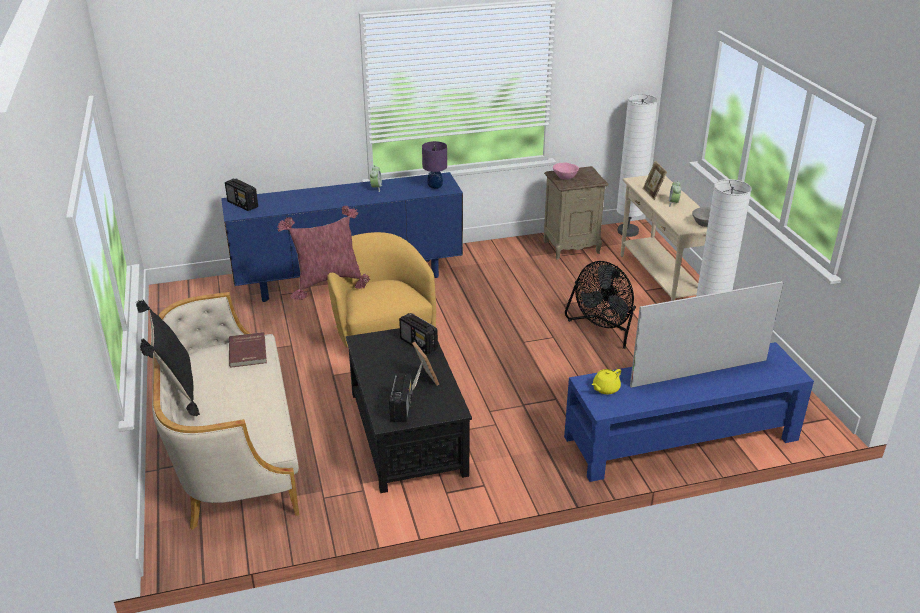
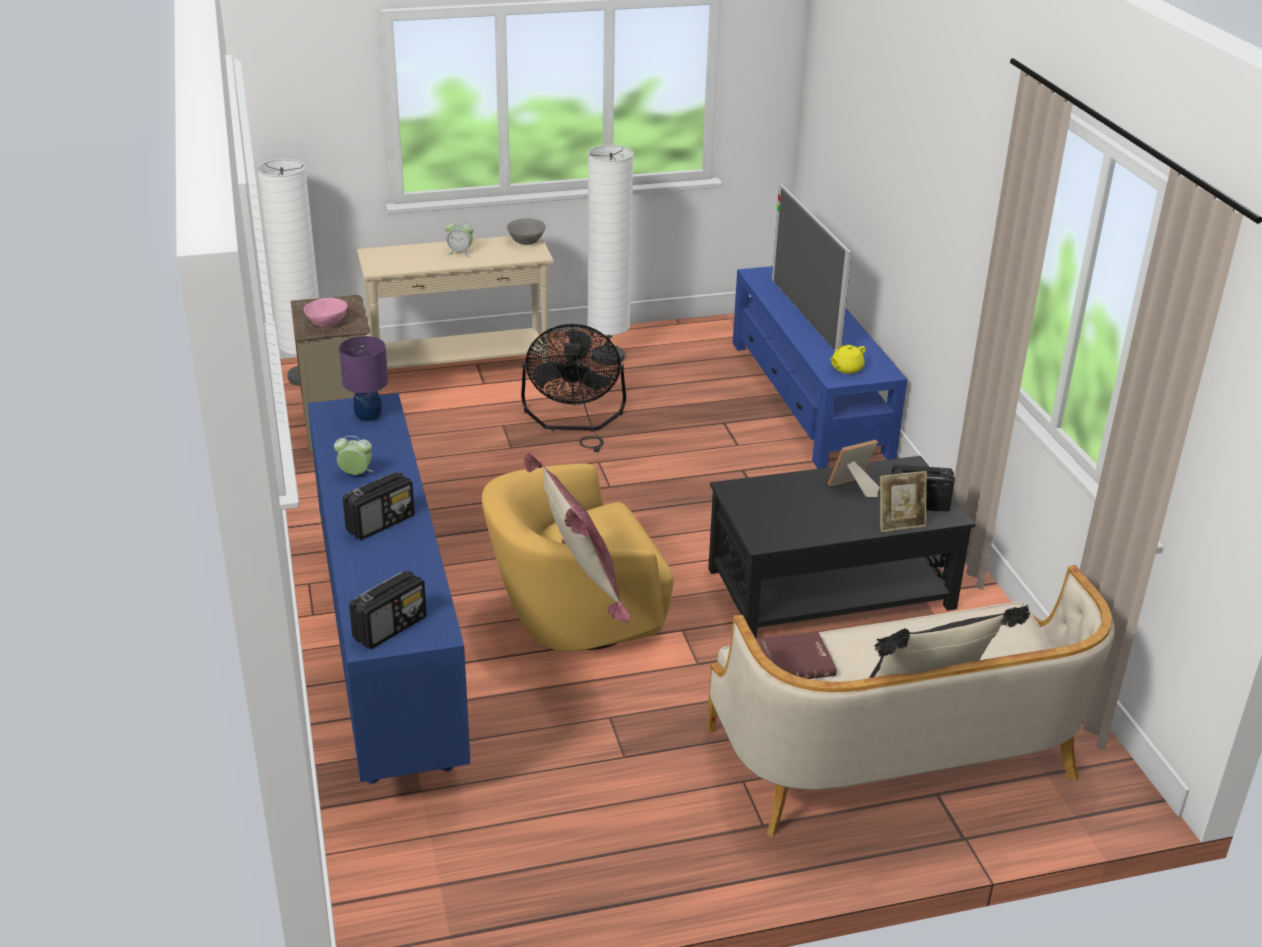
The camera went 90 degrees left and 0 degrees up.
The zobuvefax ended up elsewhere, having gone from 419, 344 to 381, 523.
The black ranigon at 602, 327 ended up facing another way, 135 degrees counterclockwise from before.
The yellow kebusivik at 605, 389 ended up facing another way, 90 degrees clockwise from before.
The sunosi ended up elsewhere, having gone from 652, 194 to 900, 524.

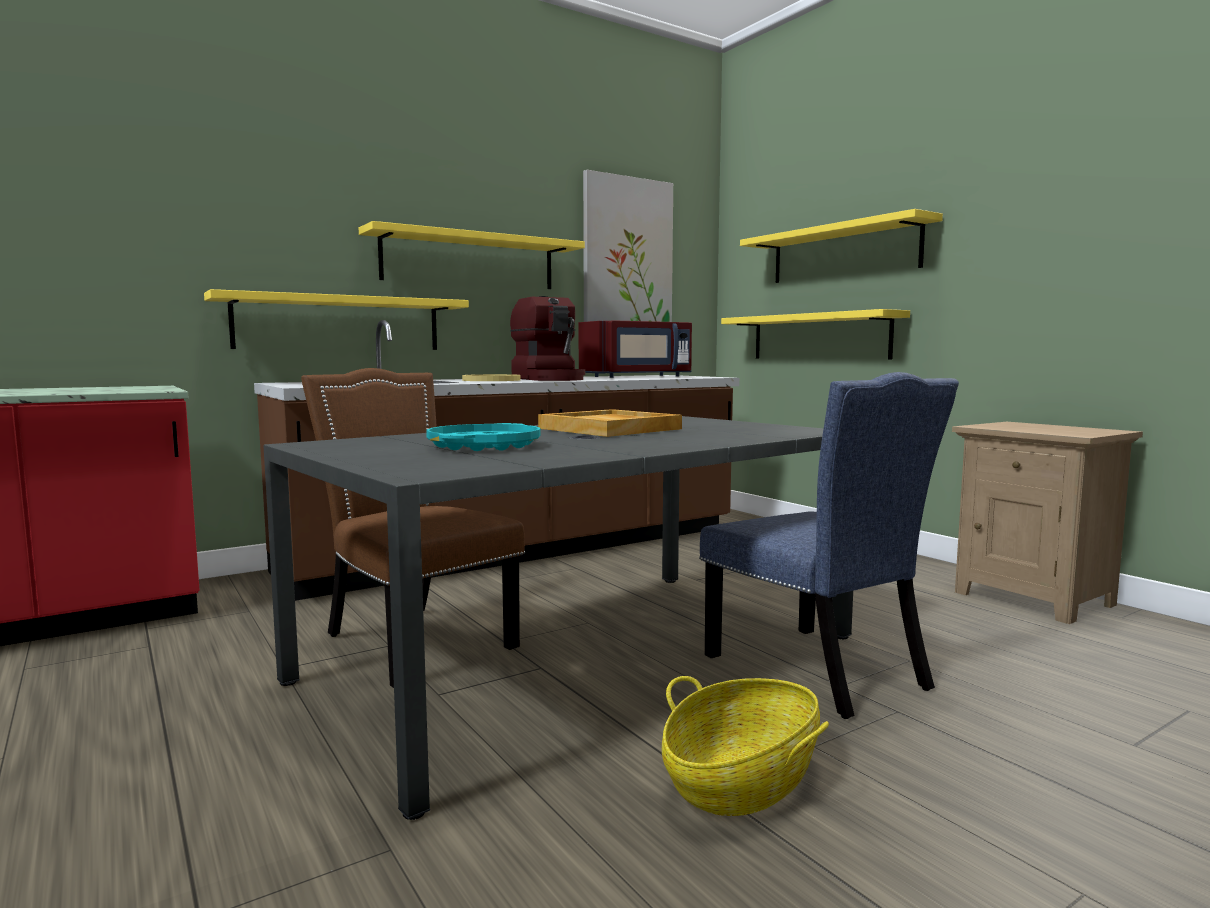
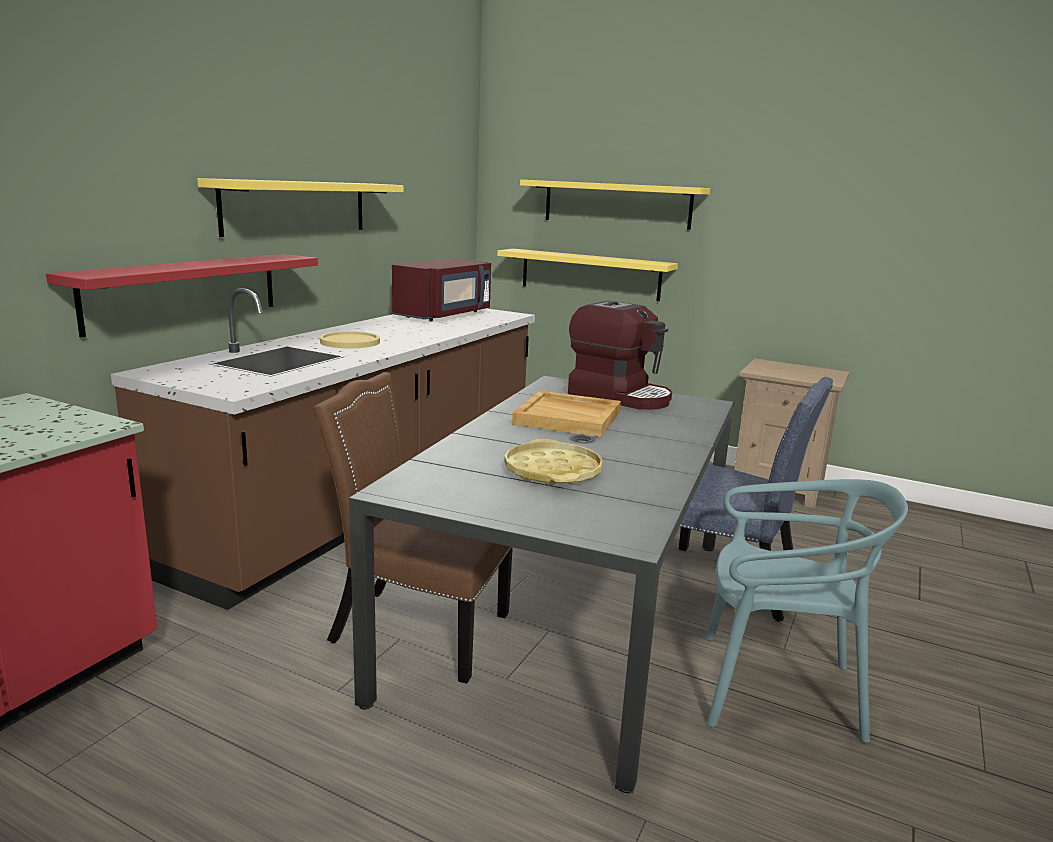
The camera went 30 degrees left and 10 degrees up.
What was the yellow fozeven at 339, 323 turned into the red fozeven at 185, 291.
What was the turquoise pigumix at 484, 446 turned into the yellow pigumix at 553, 472.
The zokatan ended up elsewhere, having gone from 549, 379 to 620, 396.
Where the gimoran stood at 741, 781, the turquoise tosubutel came to stand at 776, 689.
The second view lost the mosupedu at 627, 258.

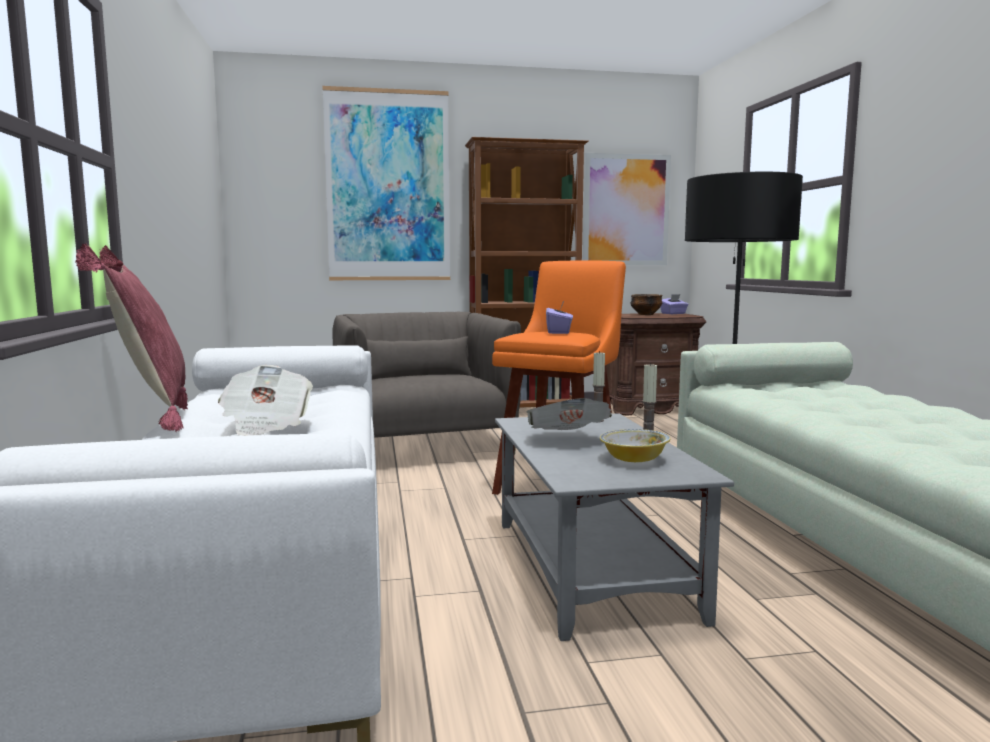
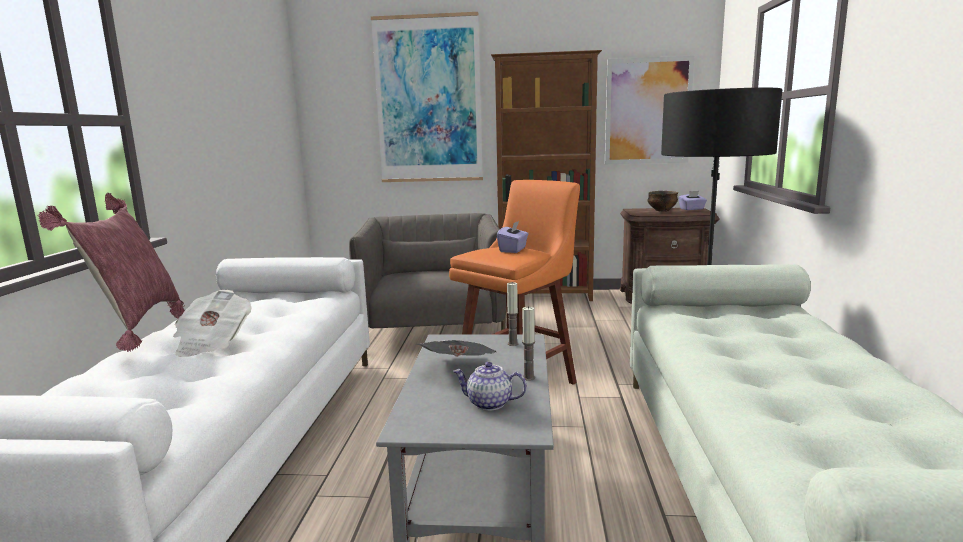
The camera went 15 degrees right and 5 degrees up.
Where the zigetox stood at 634, 460, the kebusivik came to stand at 489, 403.

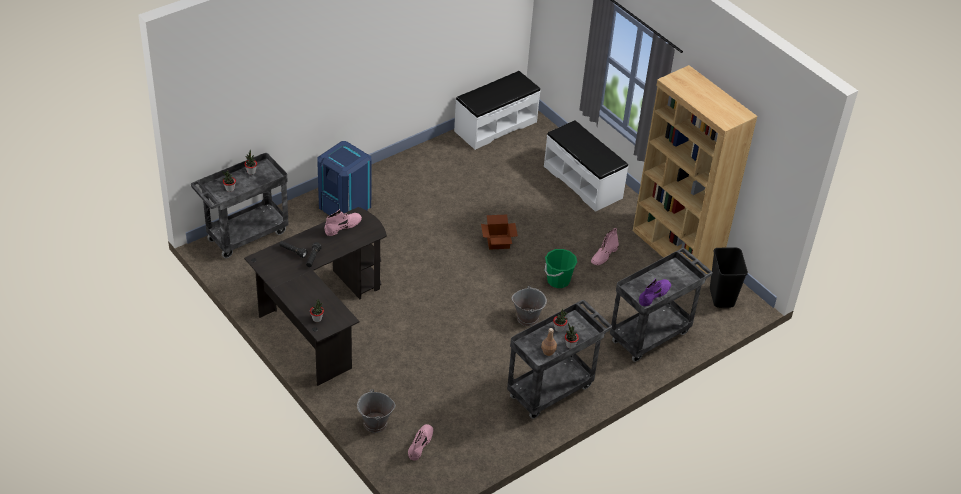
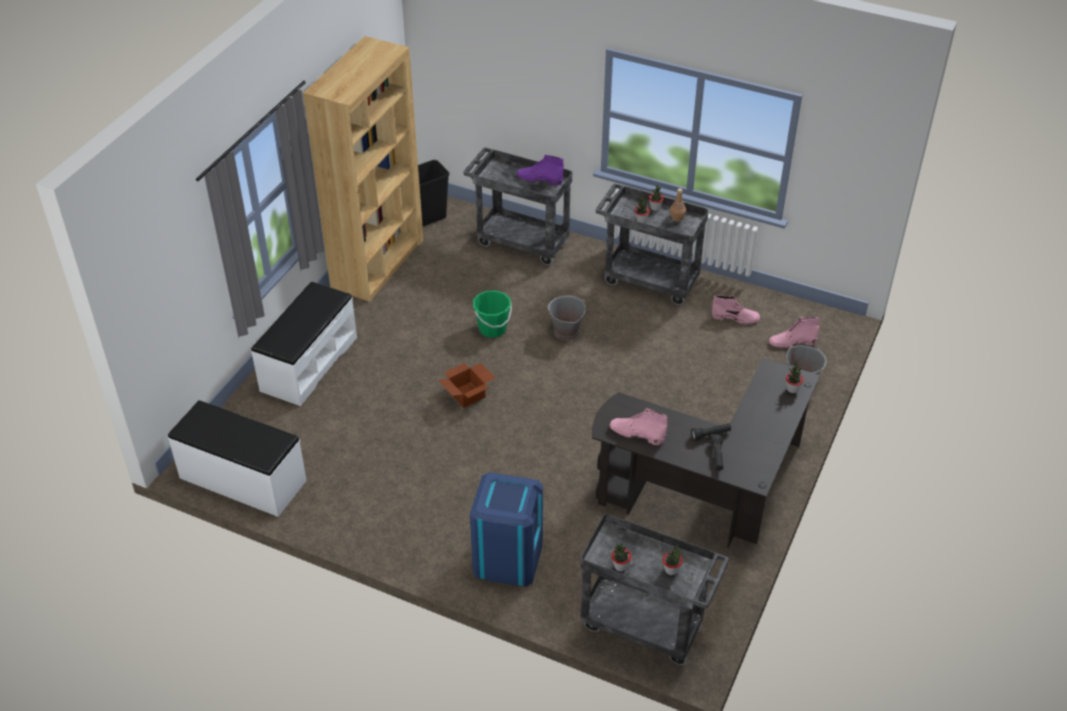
The camera went 115 degrees left and 0 degrees up.
The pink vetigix ended up elsewhere, having gone from 604, 255 to 735, 318.

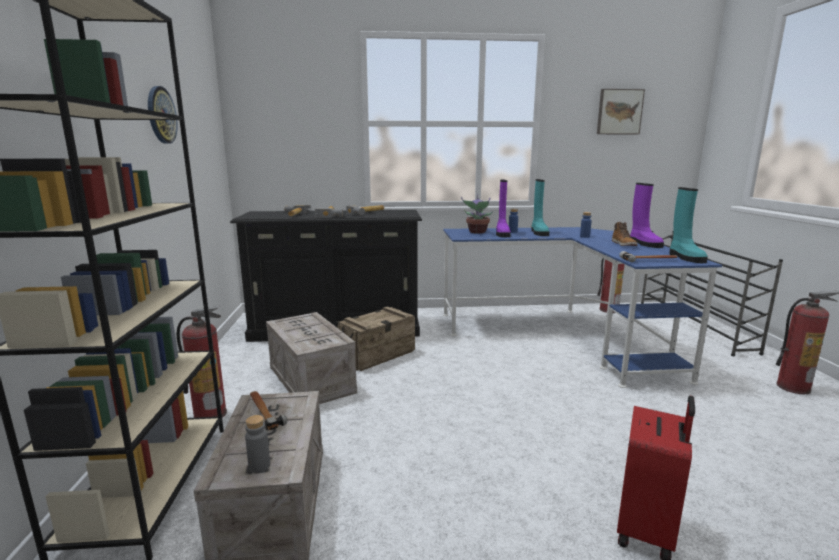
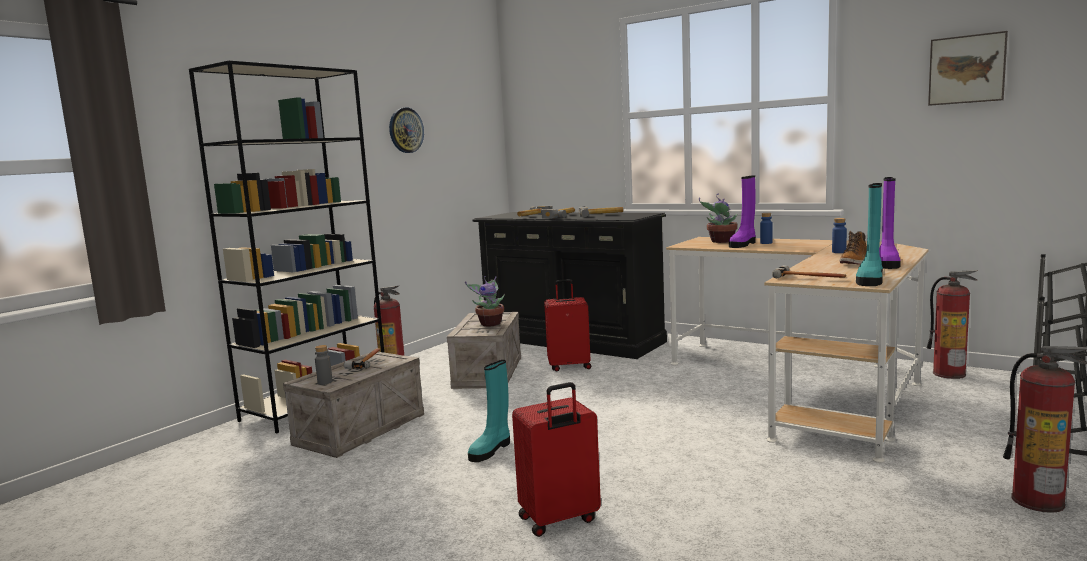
The camera went 40 degrees right and 5 degrees down.
The second view gained the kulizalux at 490, 323.
The turquoise vetigix ended up elsewhere, having gone from 538, 233 to 491, 450.
Where the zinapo stood at 377, 355, the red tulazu came to stand at 569, 366.
What was the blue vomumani at 561, 334 turned into the beige vomumani at 806, 385.

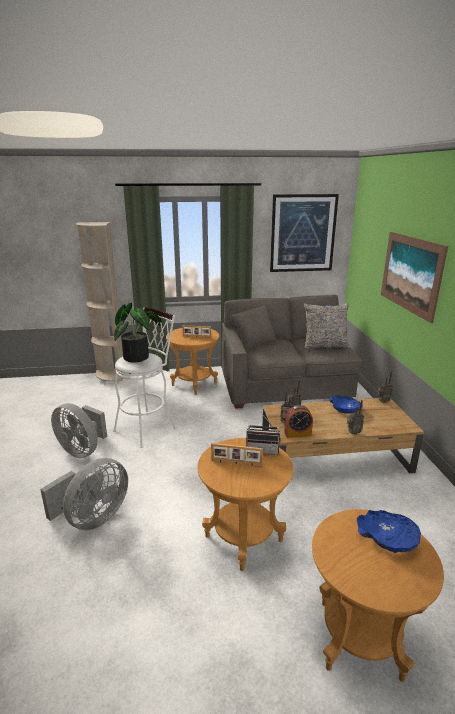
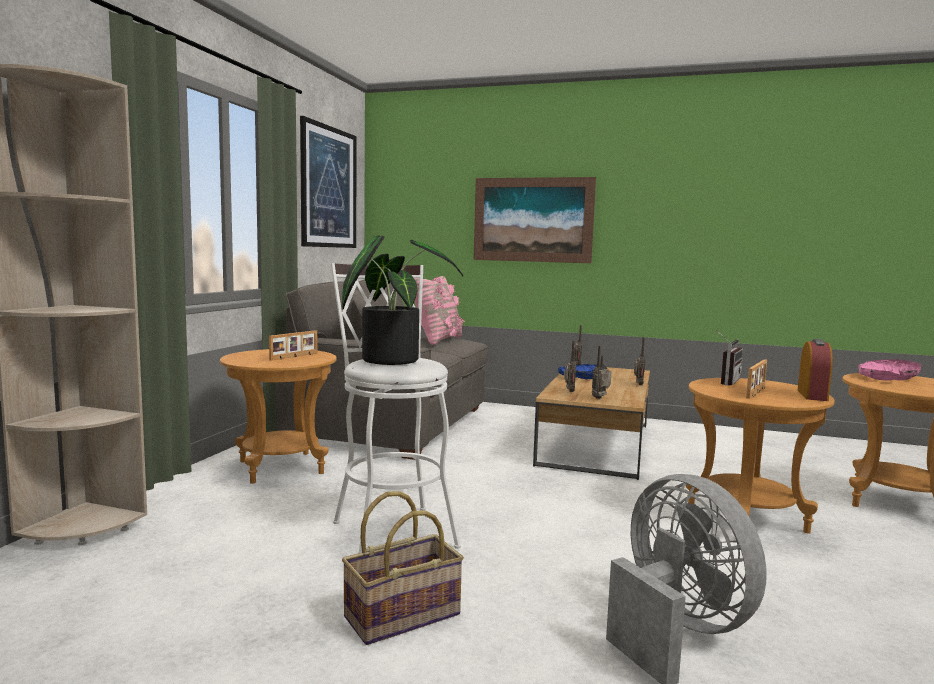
The camera went 65 degrees left and 15 degrees down.
Where the grey ranigon stood at 82, 450, the gimoran came to stand at 402, 614.
What was the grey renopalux at 324, 347 turned into the pink renopalux at 439, 340.
The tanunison ended up elsewhere, having gone from 297, 434 to 812, 395.
What was the blue zigetox at 387, 538 turned into the pink zigetox at 887, 379.

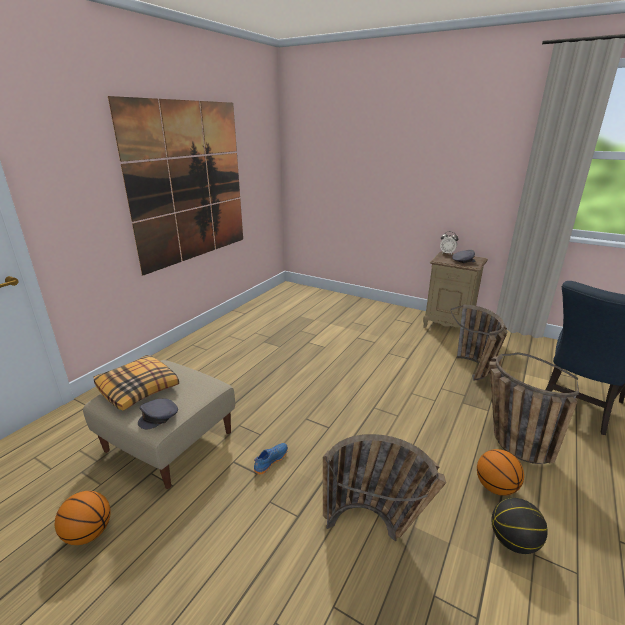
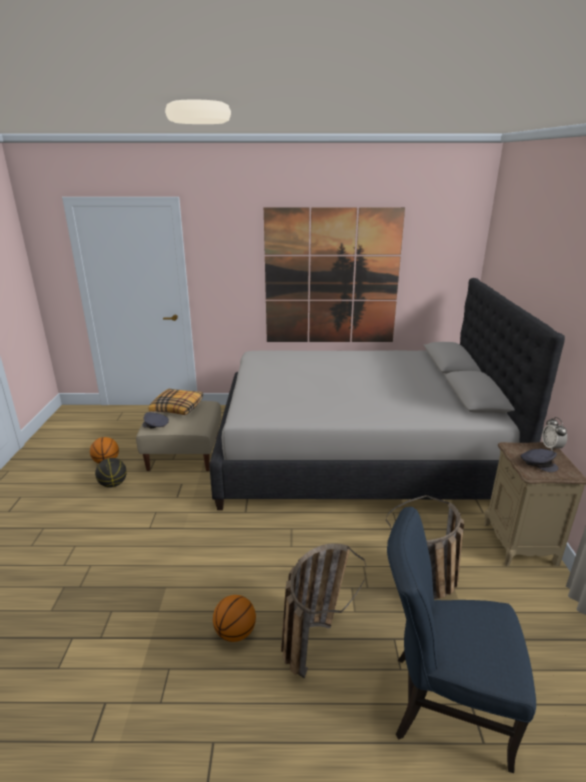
The camera went 60 degrees right and 0 degrees up.
The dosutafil ended up elsewhere, having gone from 513, 541 to 113, 484.
The second view gained the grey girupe at 357, 453.
The second view lost the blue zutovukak at 270, 461.
The second view lost the gimoran at 376, 527.

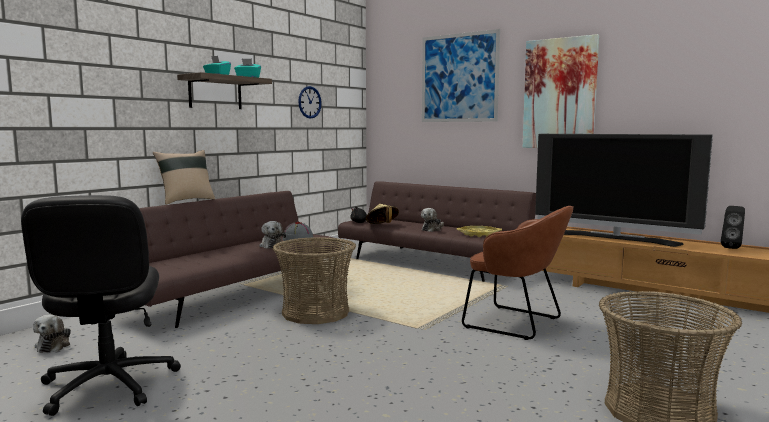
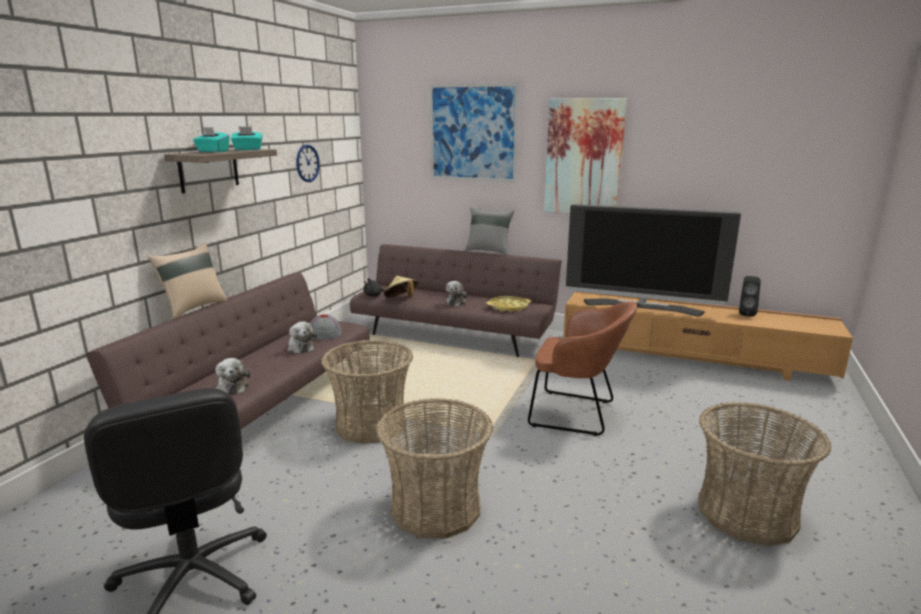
The camera went 15 degrees left and 10 degrees up.
The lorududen ended up elsewhere, having gone from 54, 345 to 232, 387.
The second view gained the gimoran at 435, 507.
The second view gained the grey renopalux at 488, 251.

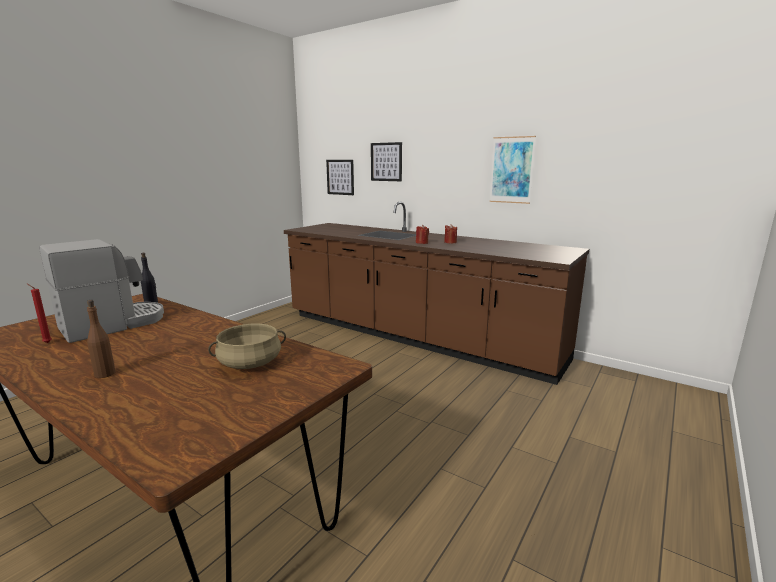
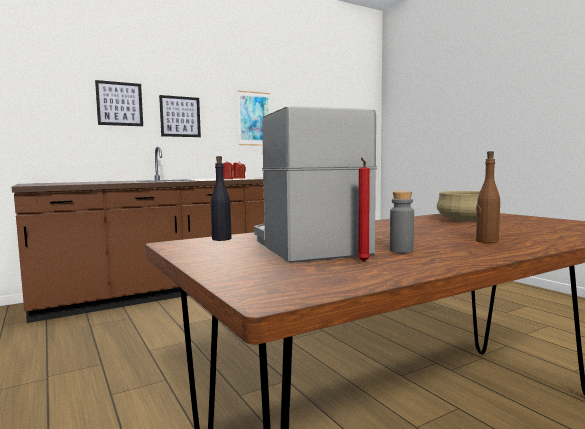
The camera went 65 degrees left and 10 degrees down.
The mosupedu ended up elsewhere, having gone from 340, 177 to 180, 116.
The second view gained the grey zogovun at 401, 251.

